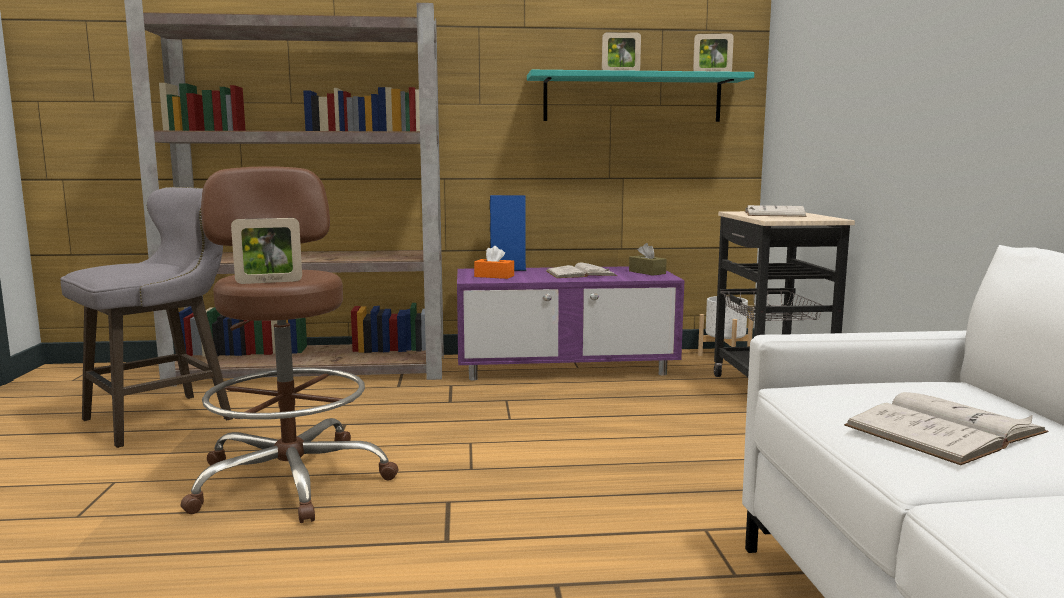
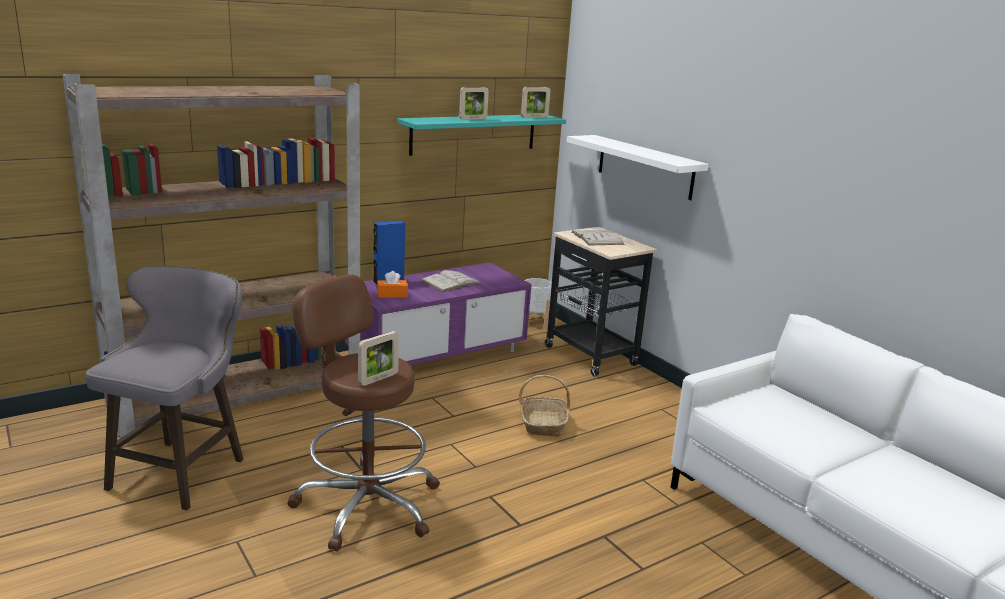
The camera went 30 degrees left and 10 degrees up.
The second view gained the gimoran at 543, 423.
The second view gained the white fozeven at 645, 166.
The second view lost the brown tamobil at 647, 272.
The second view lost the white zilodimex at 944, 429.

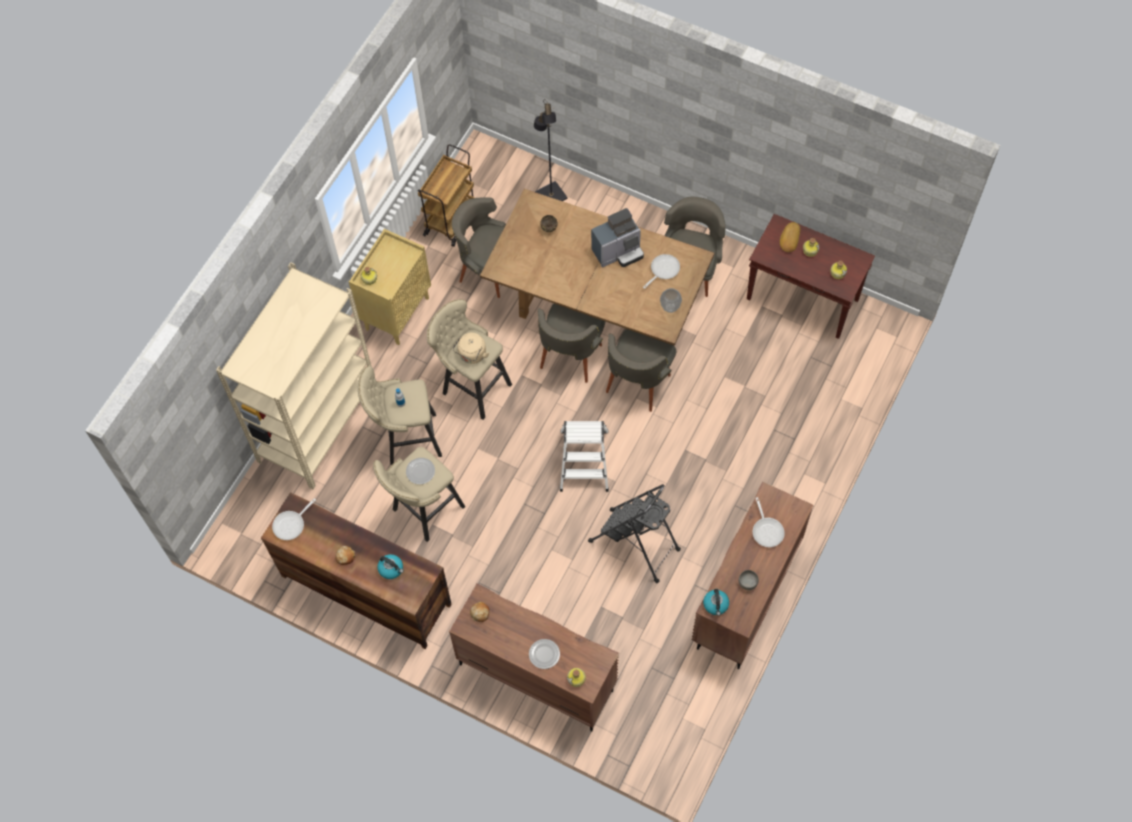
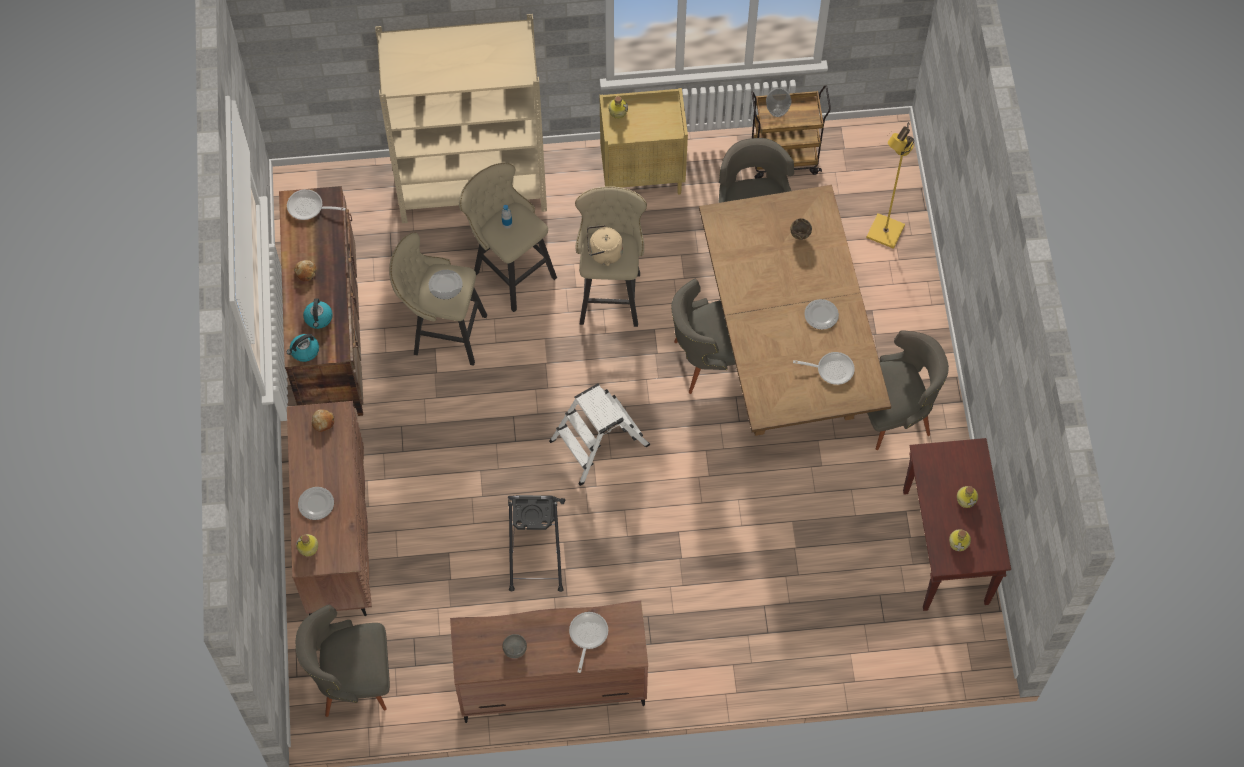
The camera went 55 degrees right and 0 degrees up.
The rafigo ended up elsewhere, having gone from 716, 605 to 304, 351.
The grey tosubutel ended up elsewhere, having gone from 638, 383 to 354, 682.
The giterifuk at 767, 530 ended up facing another way, 150 degrees clockwise from before.
The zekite ended up elsewhere, having gone from 670, 308 to 777, 112.
Where the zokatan stood at 618, 252, the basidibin came to stand at 821, 315.
What was the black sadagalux at 551, 195 turned into the yellow sadagalux at 885, 231.
The second view lost the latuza at 789, 238.

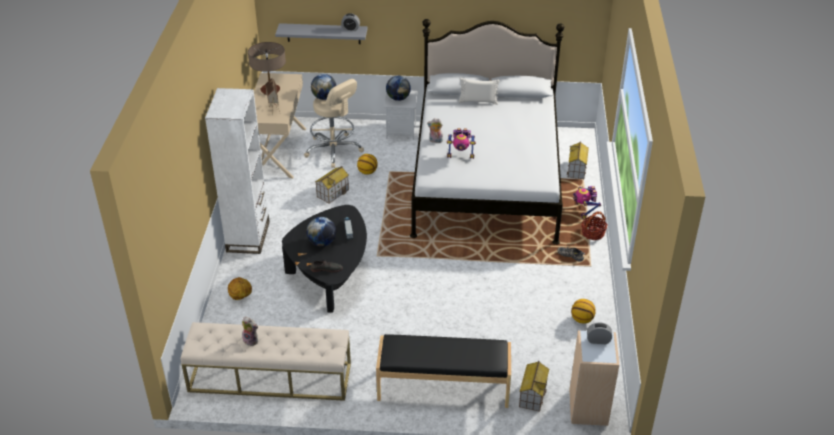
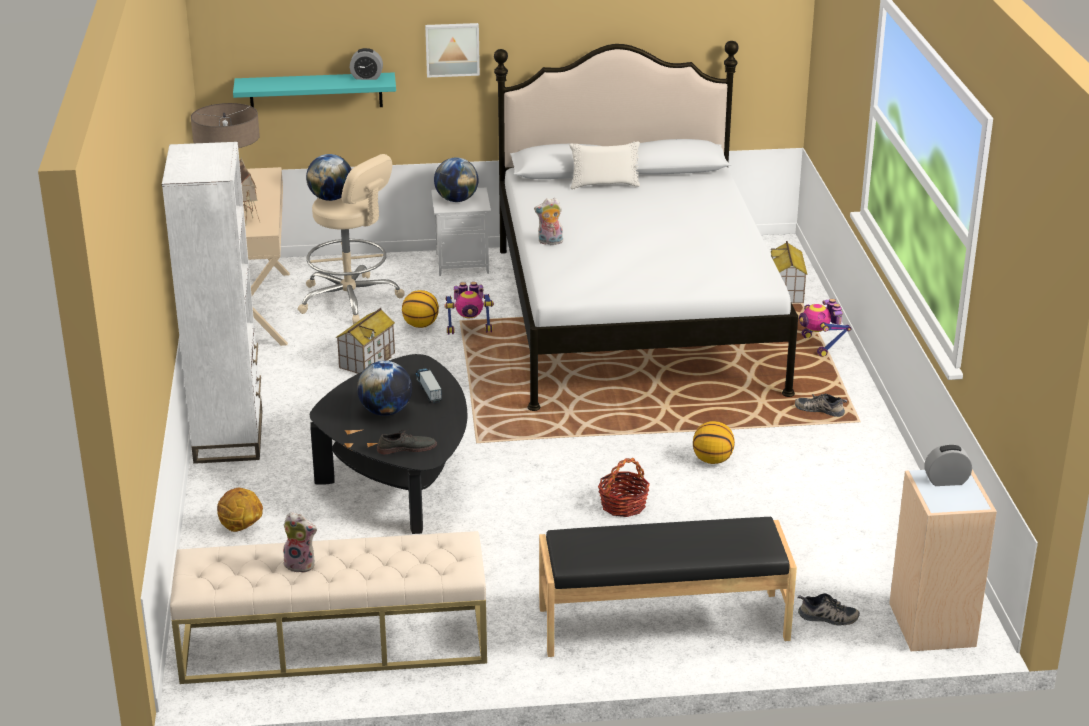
The camera went 10 degrees left and 10 degrees down.
What was the grey fozeven at 323, 33 turned into the turquoise fozeven at 316, 92.
The second view gained the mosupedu at 452, 49.
The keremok ended up elsewhere, having gone from 460, 155 to 469, 329.
The gimoran ended up elsewhere, having gone from 593, 233 to 623, 505.
The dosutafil ended up elsewhere, having gone from 582, 319 to 712, 460.
Where the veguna stood at 532, 395, the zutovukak came to stand at 827, 617.

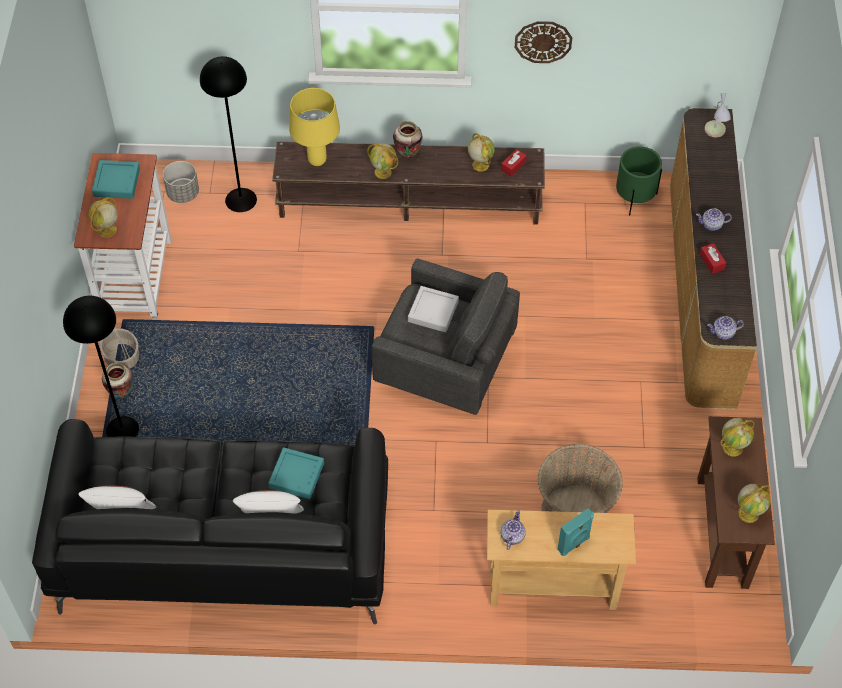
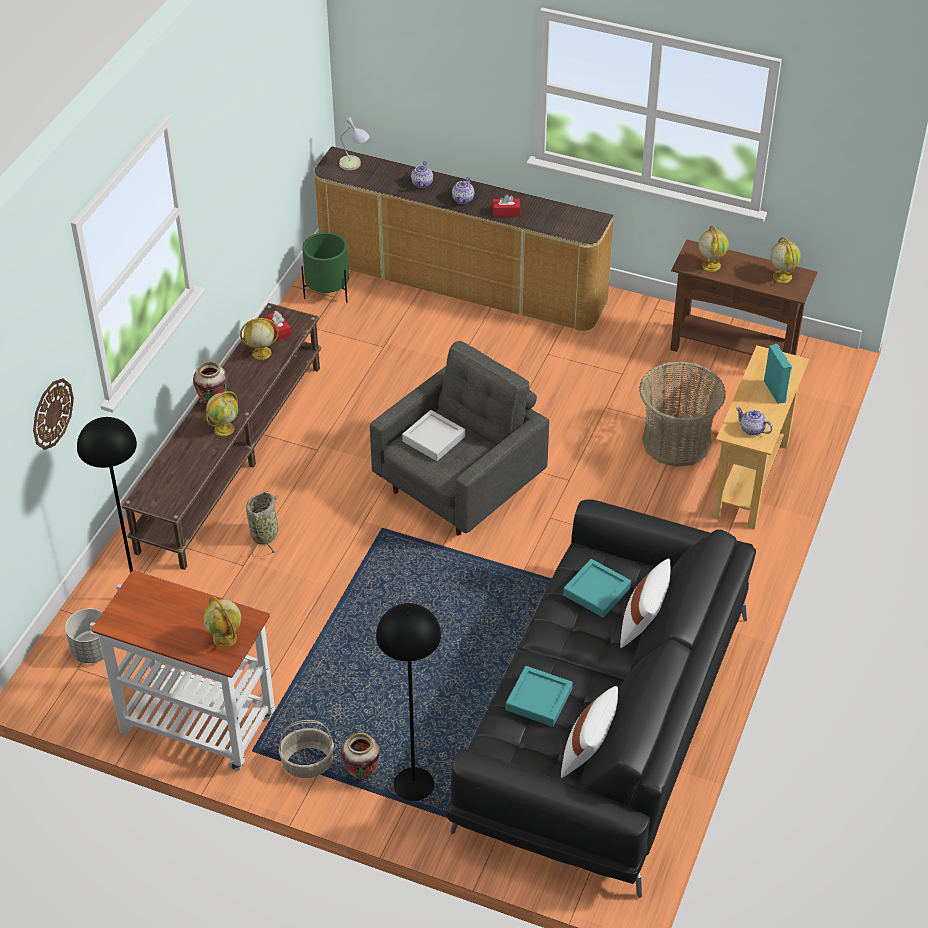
The camera went 70 degrees left and 10 degrees down.
The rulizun ended up elsewhere, having gone from 543, 41 to 52, 413.
The second view gained the gimoran at 265, 533.
The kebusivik ended up elsewhere, having gone from 723, 333 to 422, 183.
The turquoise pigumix ended up elsewhere, having gone from 117, 182 to 539, 699.
The second view lost the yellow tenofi at 317, 160.

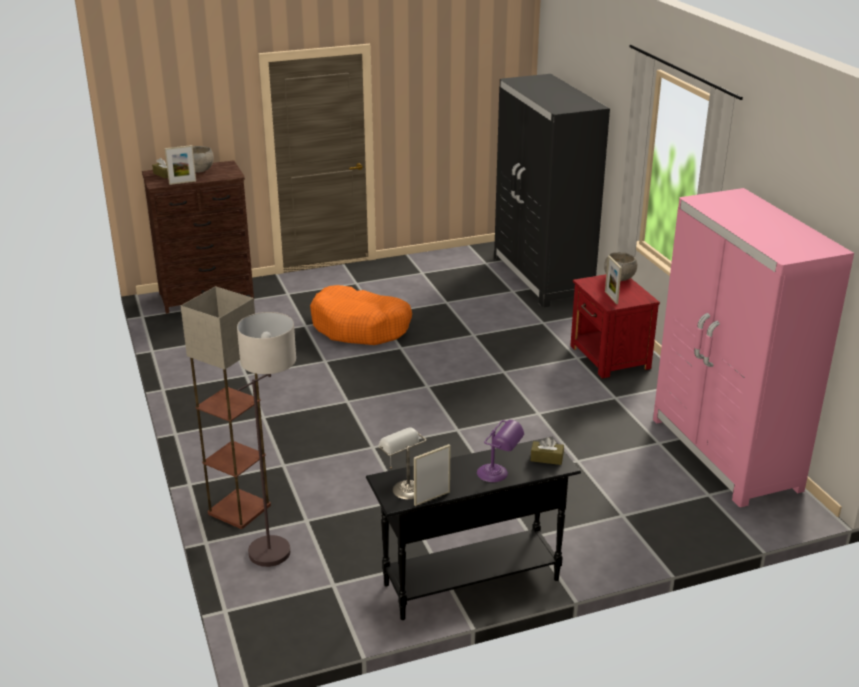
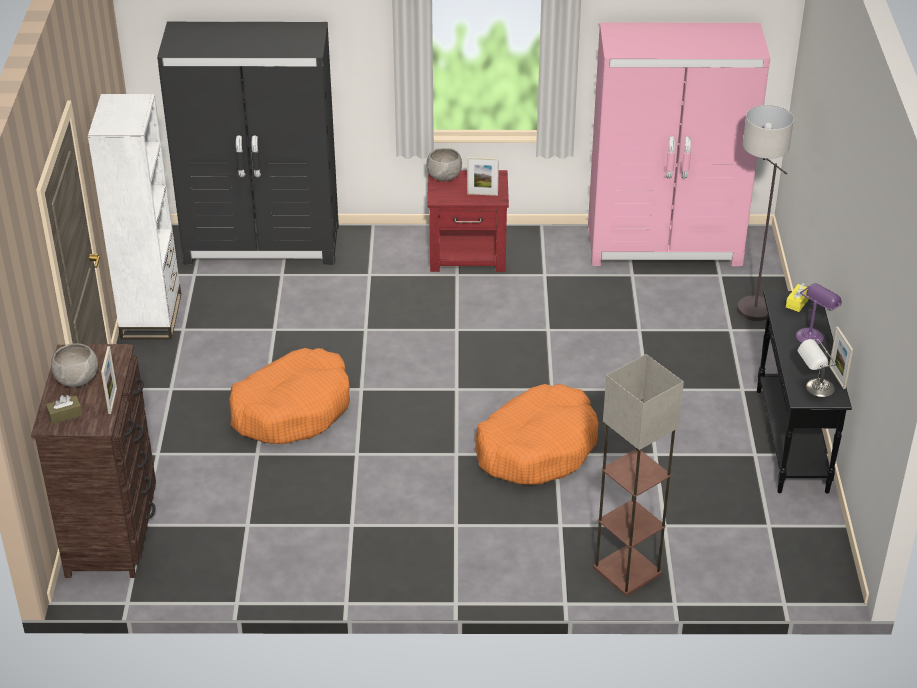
The camera went 70 degrees left and 10 degrees up.
The second view gained the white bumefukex at 151, 316.
The second view gained the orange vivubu at 537, 447.
The grey sadagalux ended up elsewhere, having gone from 278, 546 to 748, 304.
What was the brown tamobil at 546, 458 turned into the yellow tamobil at 797, 302.

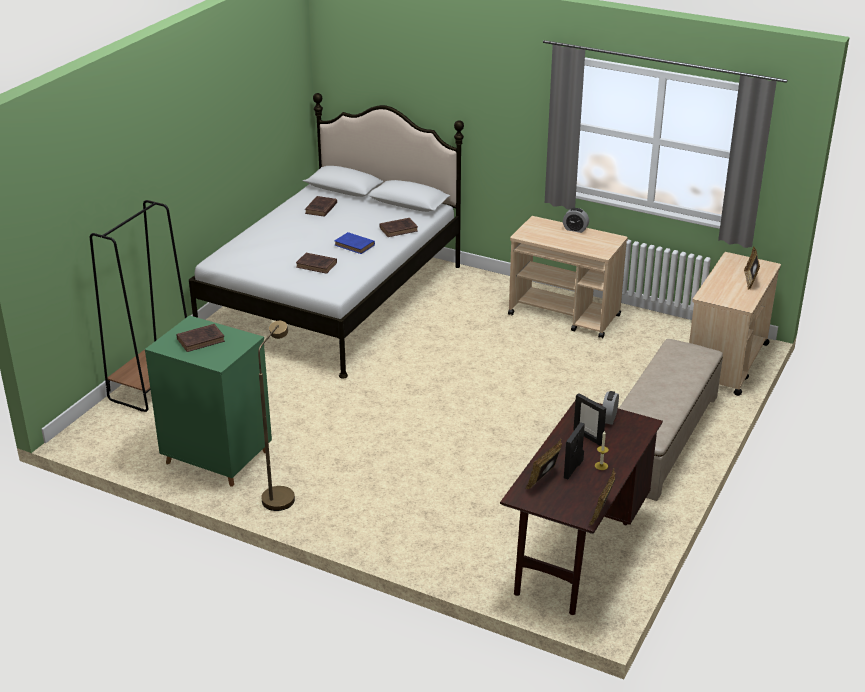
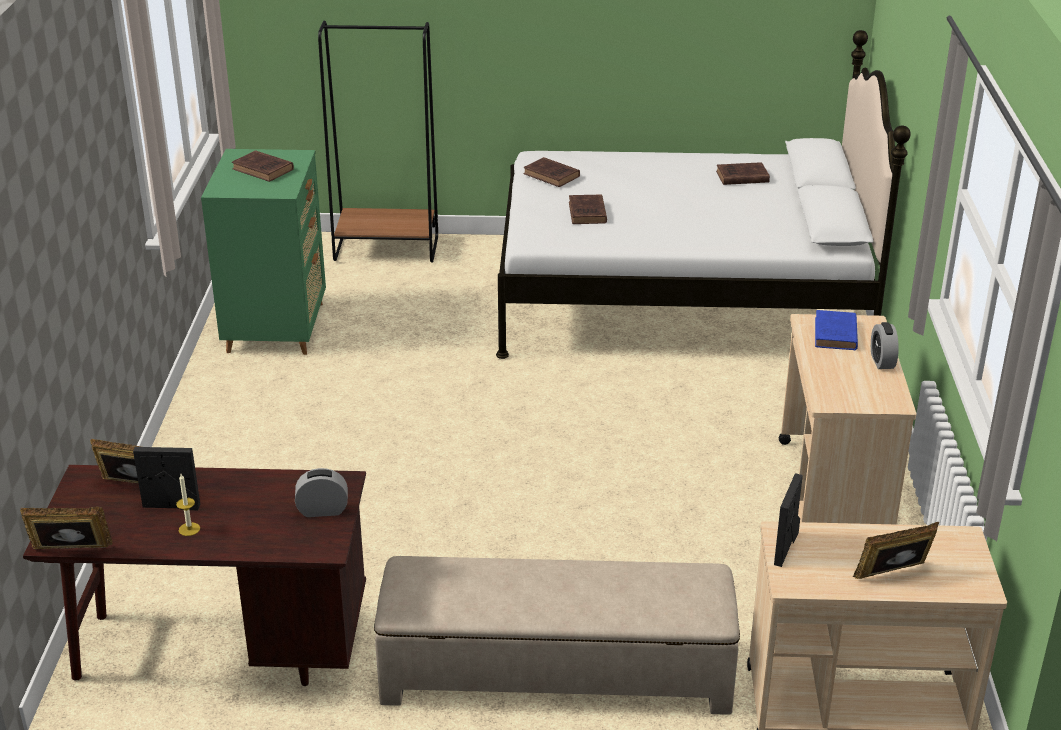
The camera went 65 degrees right and 0 degrees up.
The brown zilodimex ended up elsewhere, having gone from 399, 229 to 552, 176.
The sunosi ended up elsewhere, having gone from 588, 436 to 786, 548.
The blue zilodimex ended up elsewhere, having gone from 355, 245 to 835, 335.
The second view lost the brown sadagalux at 281, 494.

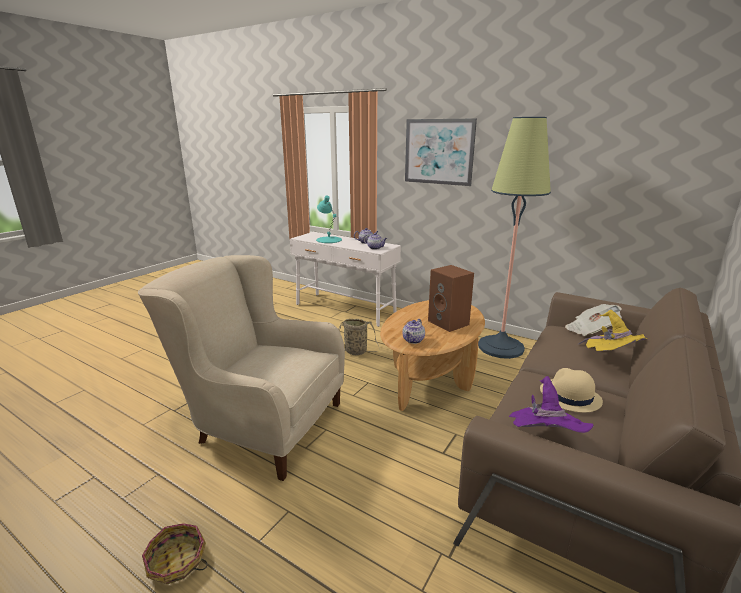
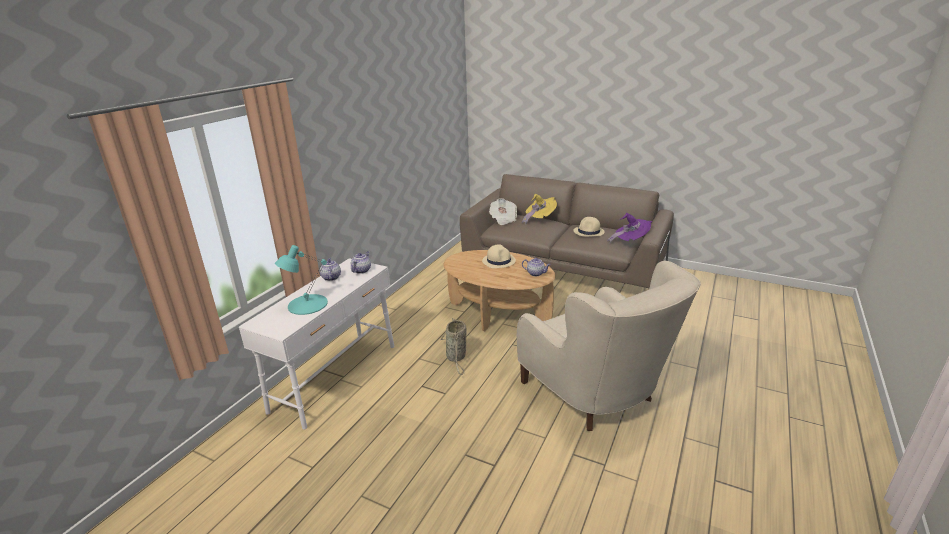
The camera went 95 degrees left and 5 degrees up.
Where the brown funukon stood at 449, 323, the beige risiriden came to stand at 499, 261.
The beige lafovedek at 259, 424 ended up facing another way, 45 degrees counterclockwise from before.
The second view lost the gimoran at 177, 562.
The second view lost the mosupedu at 439, 152.
The second view lost the sadagalux at 500, 347.

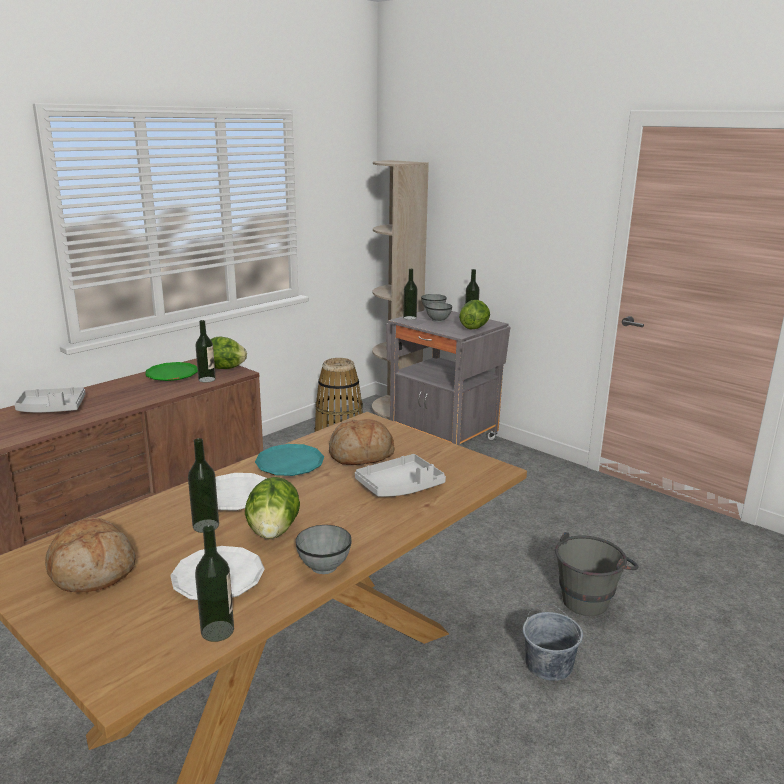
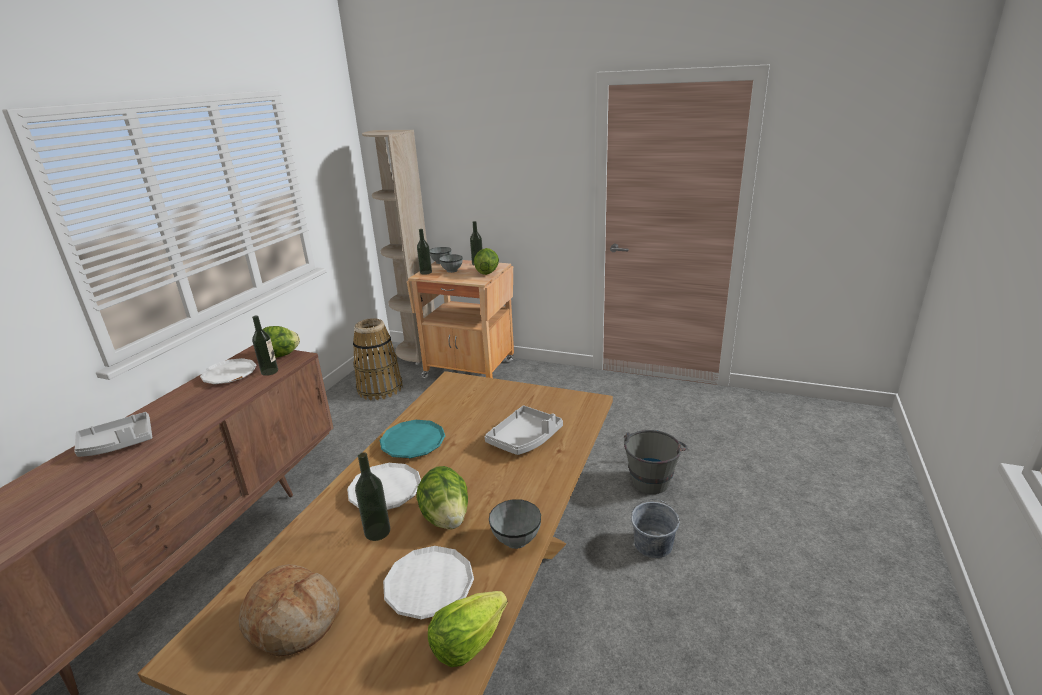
The camera went 20 degrees left and 5 degrees up.
What was the green basidibin at 172, 375 turned into the white basidibin at 230, 375.
What was the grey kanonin at 443, 439 turned into the brown kanonin at 470, 370.
Where the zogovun stood at 217, 631, the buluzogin came to stand at 467, 643.
The second view lost the latuza at 361, 455.

